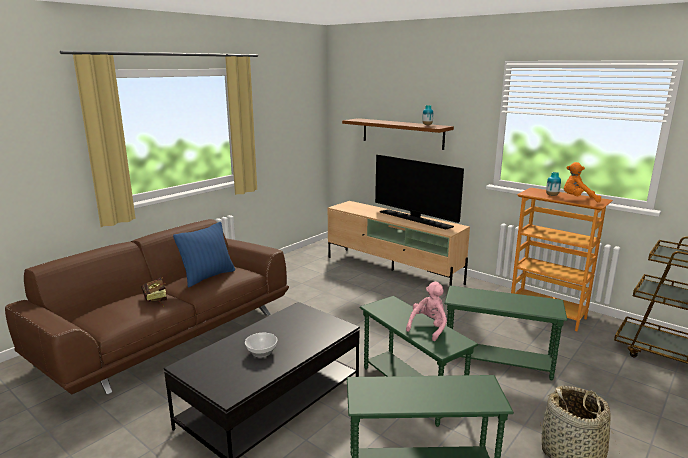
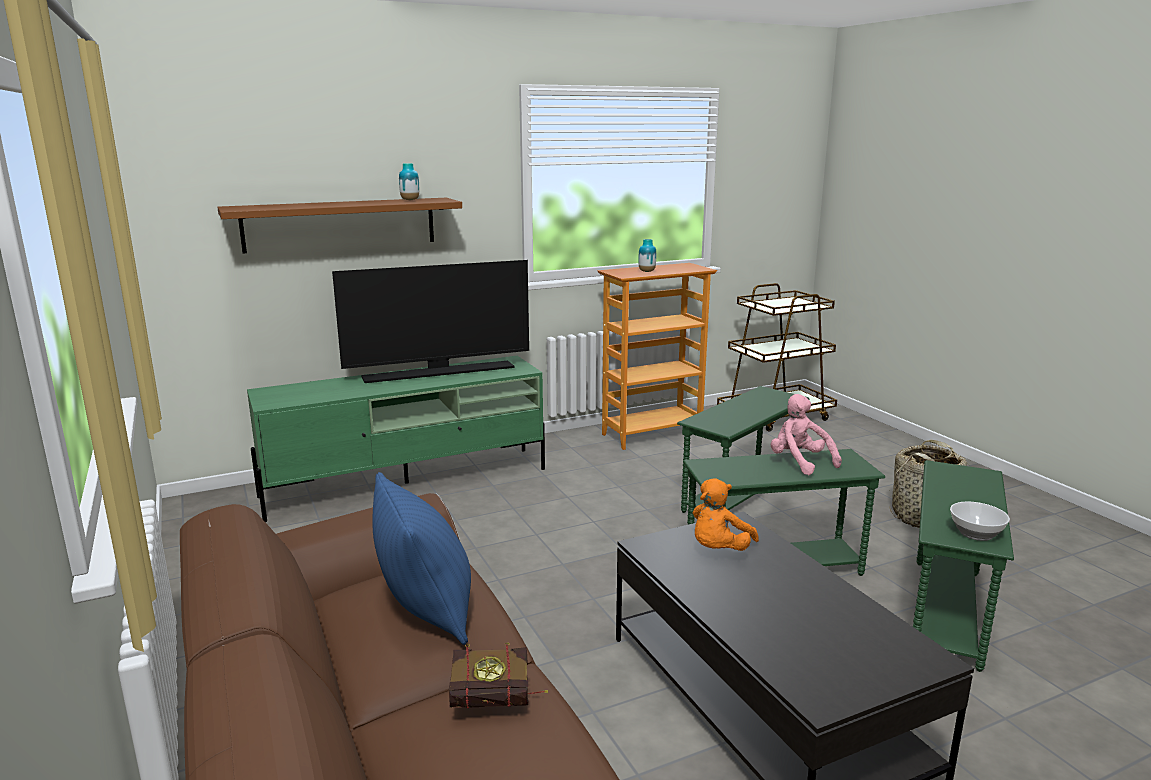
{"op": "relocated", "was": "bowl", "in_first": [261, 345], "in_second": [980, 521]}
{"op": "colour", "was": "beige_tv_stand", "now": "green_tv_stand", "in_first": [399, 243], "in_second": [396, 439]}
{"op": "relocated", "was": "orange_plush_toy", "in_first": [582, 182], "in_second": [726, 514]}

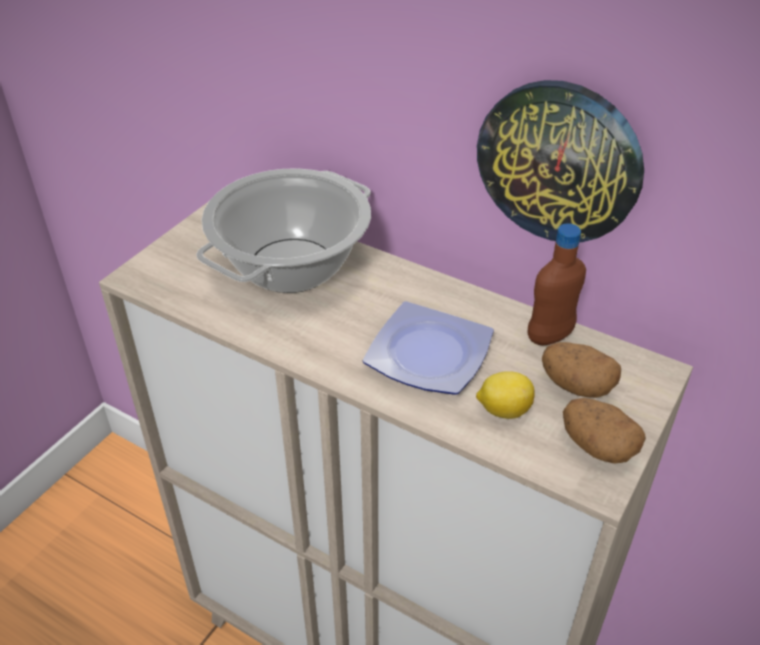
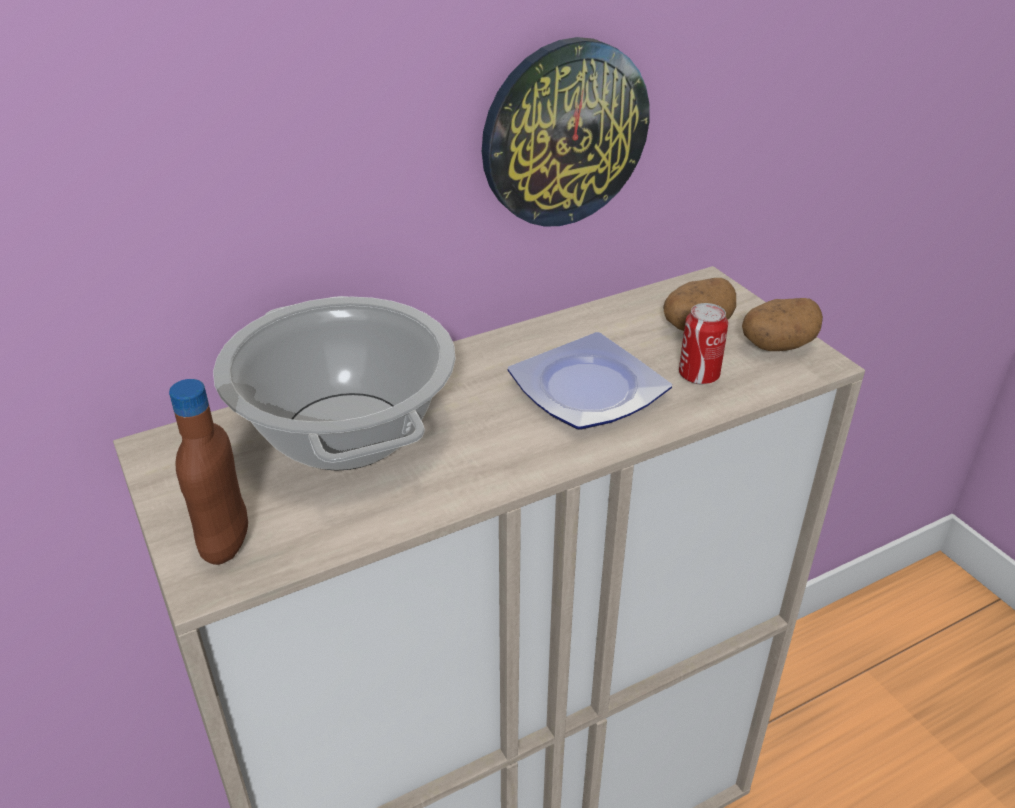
{"op": "exchanged", "was": "lemon", "now": "can", "in_first": [505, 395], "in_second": [703, 343]}
{"op": "relocated", "was": "brown_bottle", "in_first": [556, 284], "in_second": [208, 472]}

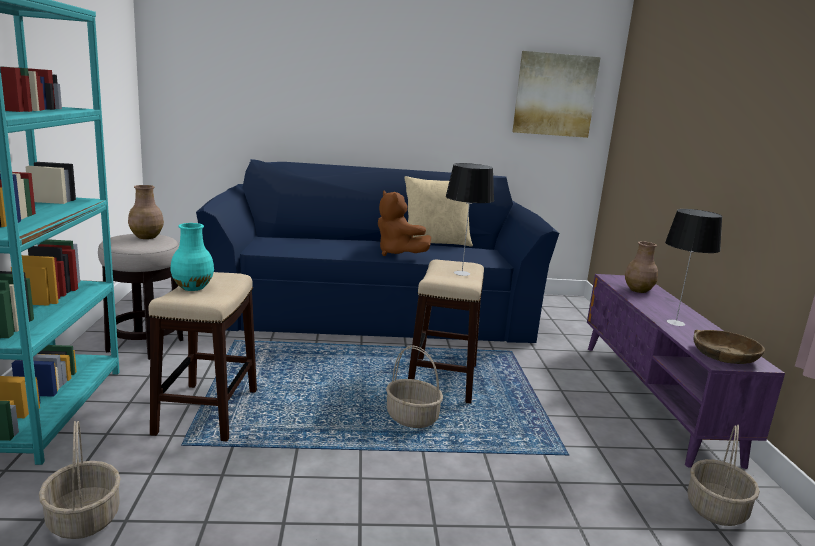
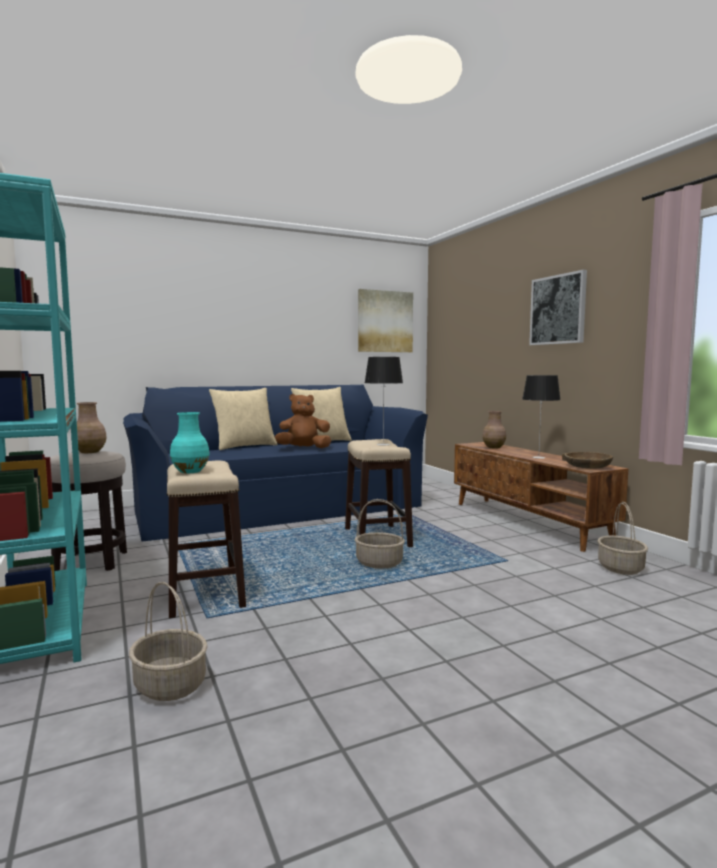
{"op": "spun", "was": "brown_plush_toy", "in_first": [404, 223], "in_second": [303, 421], "clockwise": 135}
{"op": "colour", "was": "purple_tv_stand", "now": "brown_tv_stand", "in_first": [686, 371], "in_second": [541, 497]}
{"op": "appeared", "now": "beige_pillow", "in_second": [243, 419]}
{"op": "appeared", "now": "picture", "in_second": [558, 307]}

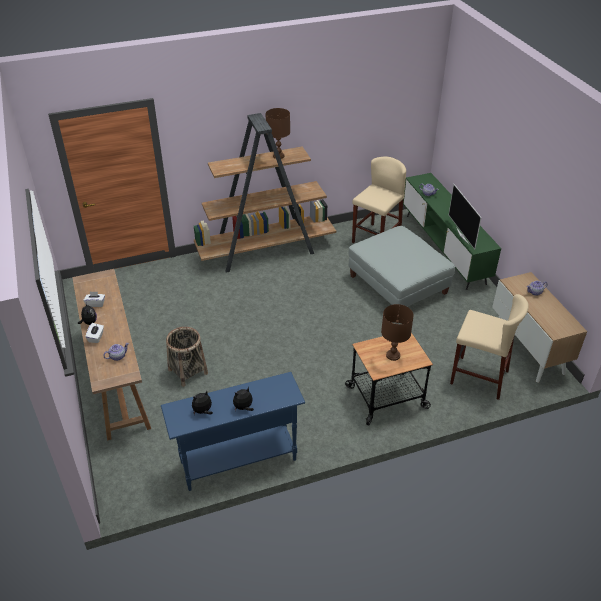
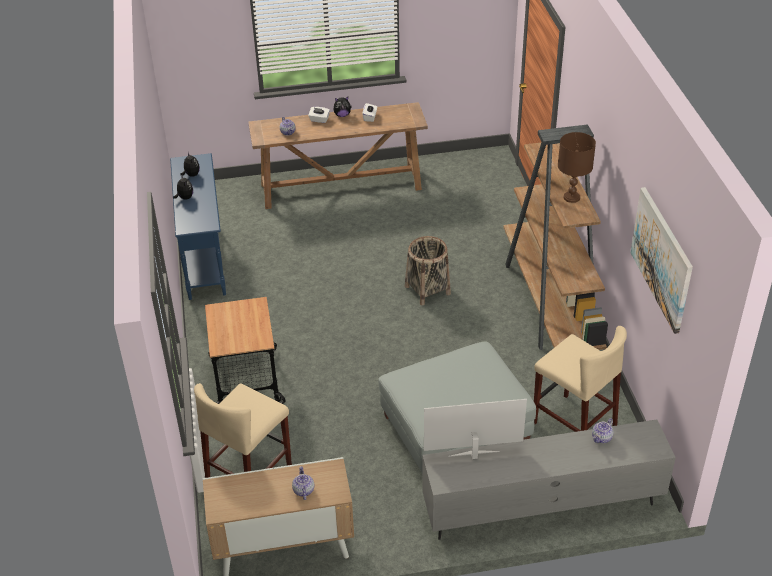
{"op": "relocated", "was": "basket", "in_first": [187, 357], "in_second": [428, 270]}
{"op": "missing", "was": "brown_table_lamp", "in_first": [397, 332]}
{"op": "colour", "was": "green_tv_stand", "now": "grey_tv_stand", "in_first": [452, 231], "in_second": [549, 479]}
{"op": "appeared", "now": "picture", "in_second": [661, 260]}

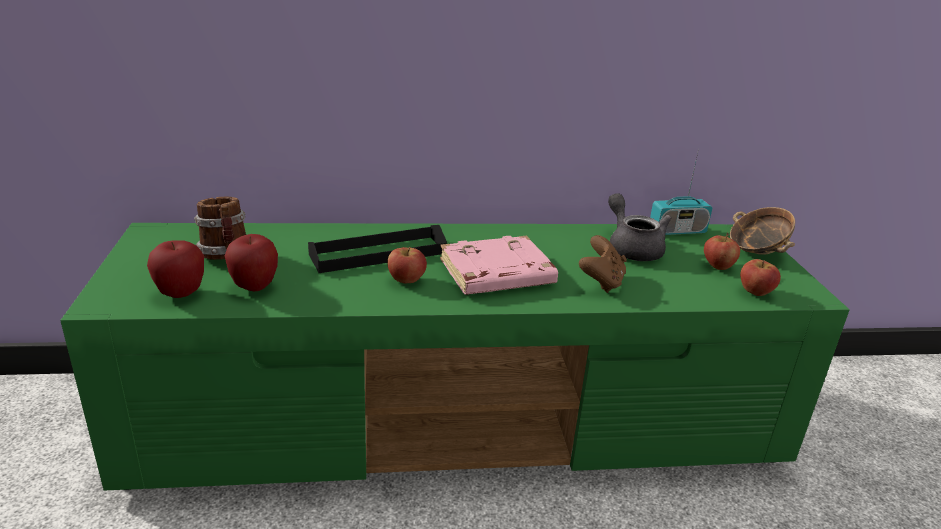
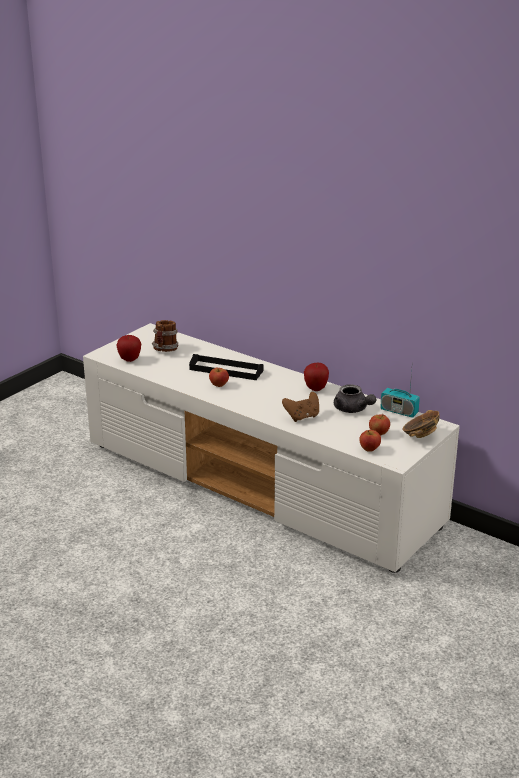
{"op": "colour", "was": "green_tv_stand", "now": "white_tv_stand", "in_first": [455, 357], "in_second": [271, 448]}
{"op": "relocated", "was": "apple", "in_first": [251, 262], "in_second": [316, 377]}
{"op": "missing", "was": "pink_book", "in_first": [499, 265]}
{"op": "spun", "was": "grey_teapot", "in_first": [639, 227], "in_second": [355, 398], "clockwise": 120}

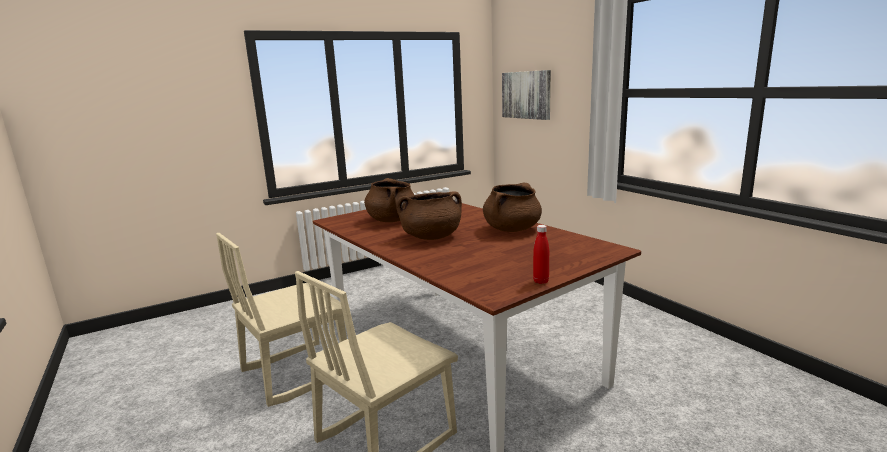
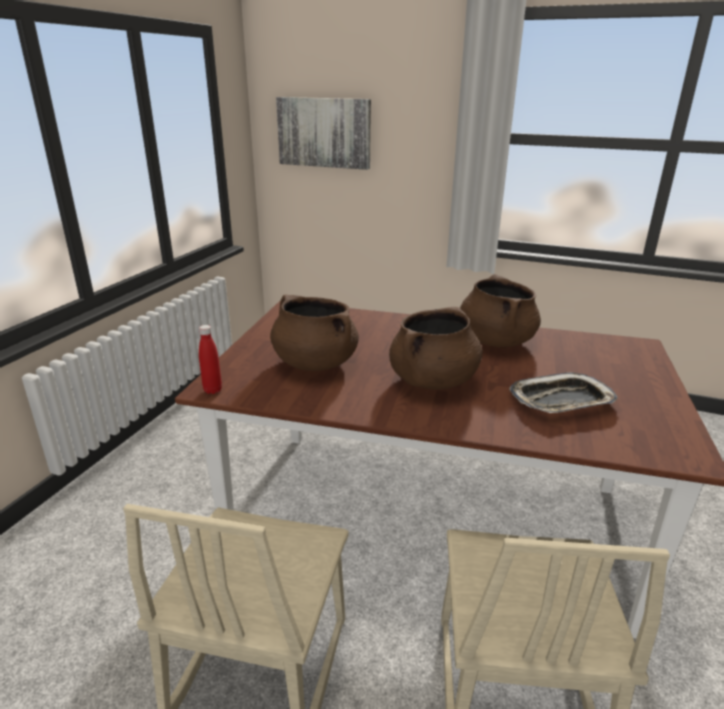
{"op": "relocated", "was": "red_bottle", "in_first": [541, 254], "in_second": [210, 359]}
{"op": "appeared", "now": "tray", "in_second": [563, 392]}

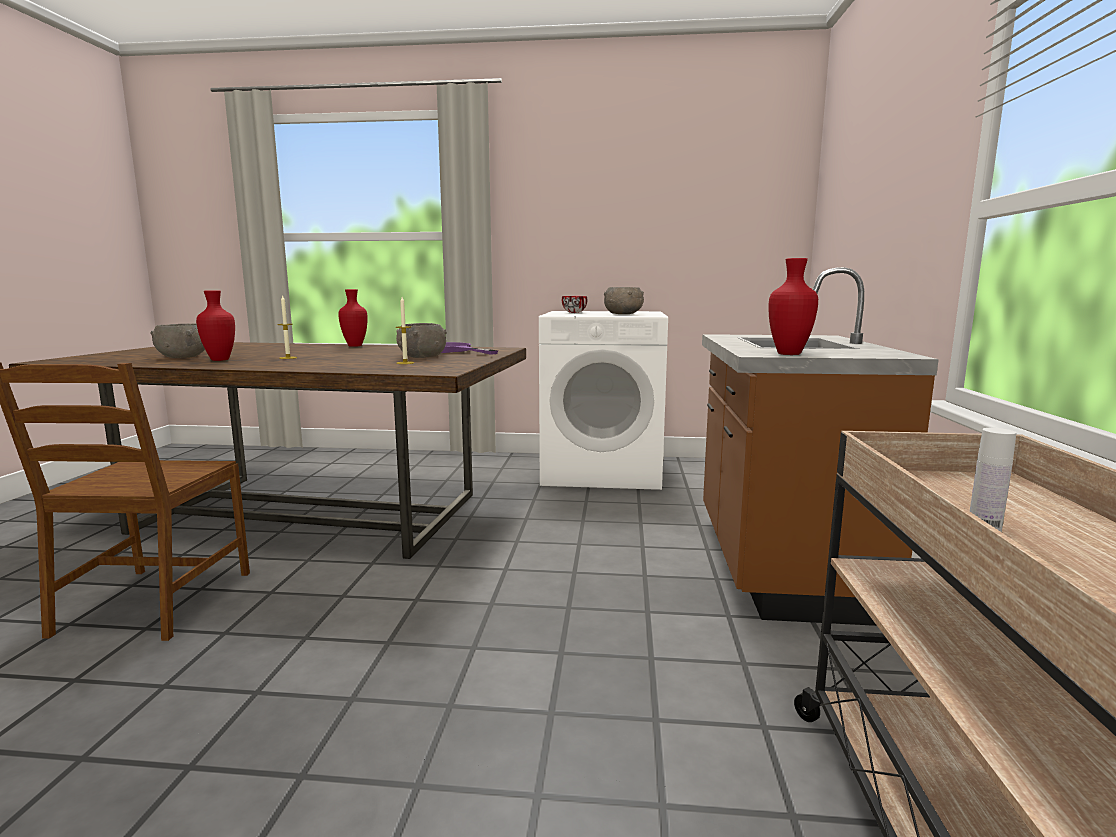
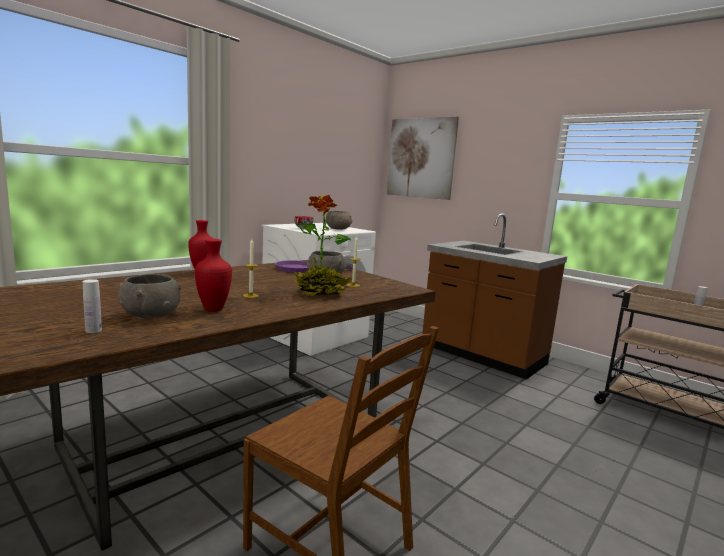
{"op": "missing", "was": "red_vase", "in_first": [793, 306]}
{"op": "appeared", "now": "white_bottle", "in_second": [92, 306]}
{"op": "appeared", "now": "potted_plant", "in_second": [323, 246]}
{"op": "appeared", "now": "picture", "in_second": [423, 158]}

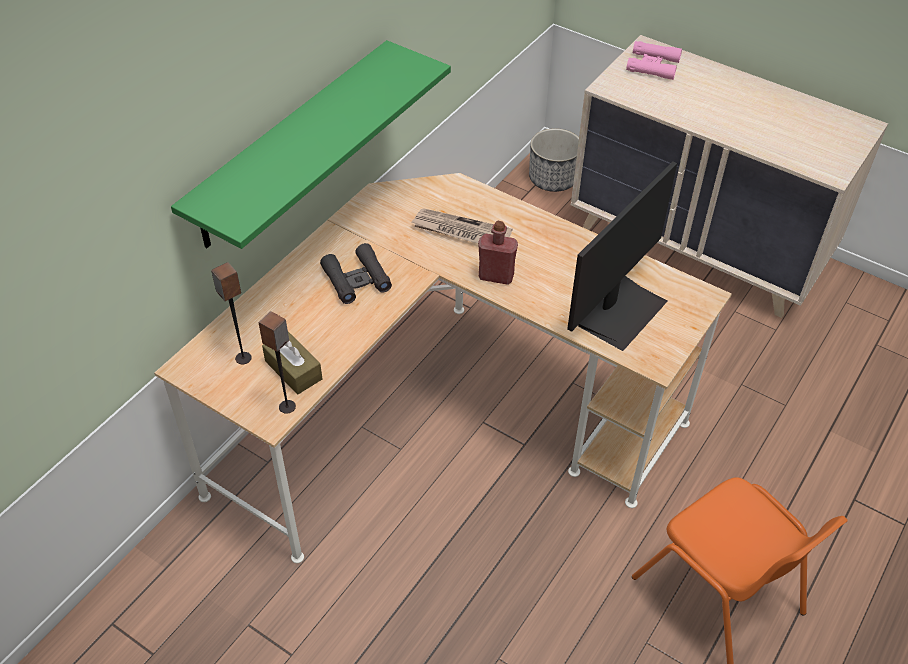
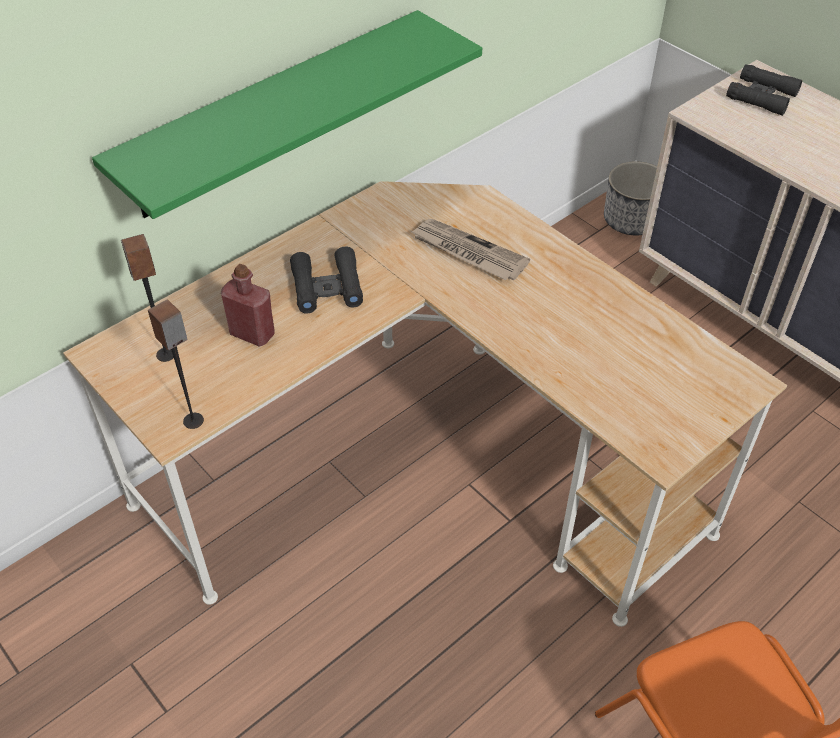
{"op": "missing", "was": "brown_tissue_box", "in_first": [292, 363]}
{"op": "relocated", "was": "red_bottle", "in_first": [498, 253], "in_second": [248, 305]}
{"op": "missing", "was": "monitor", "in_first": [622, 256]}
{"op": "colour", "was": "pink_binoculars", "now": "black_binoculars", "in_first": [654, 60], "in_second": [764, 90]}

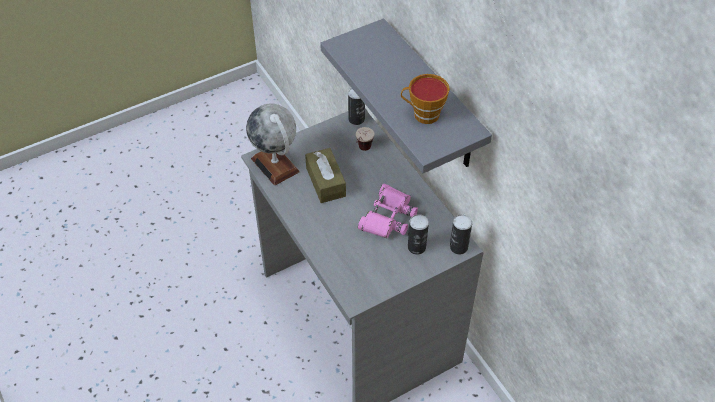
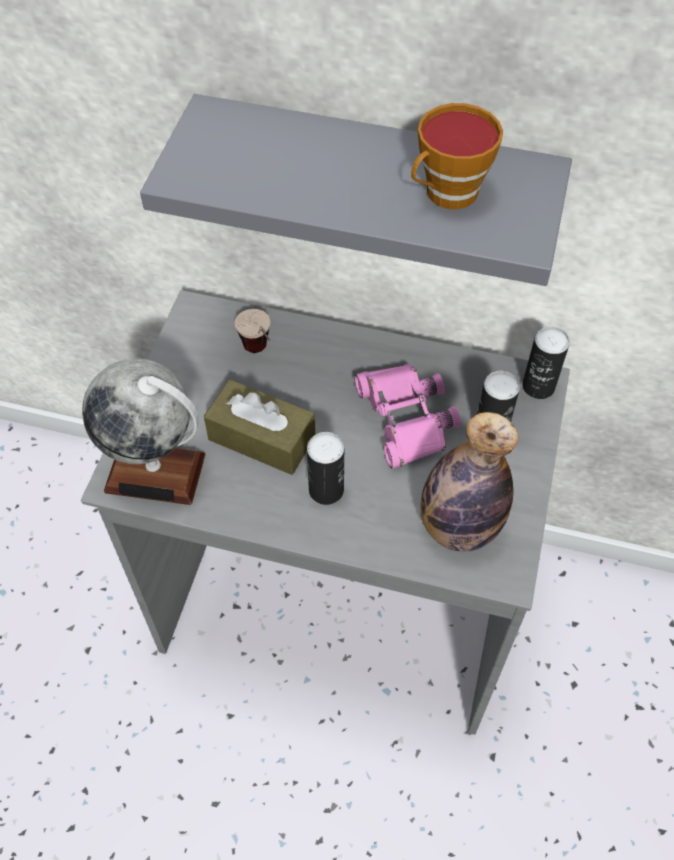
{"op": "relocated", "was": "can", "in_first": [356, 106], "in_second": [325, 468]}
{"op": "appeared", "now": "bottle", "in_second": [469, 482]}

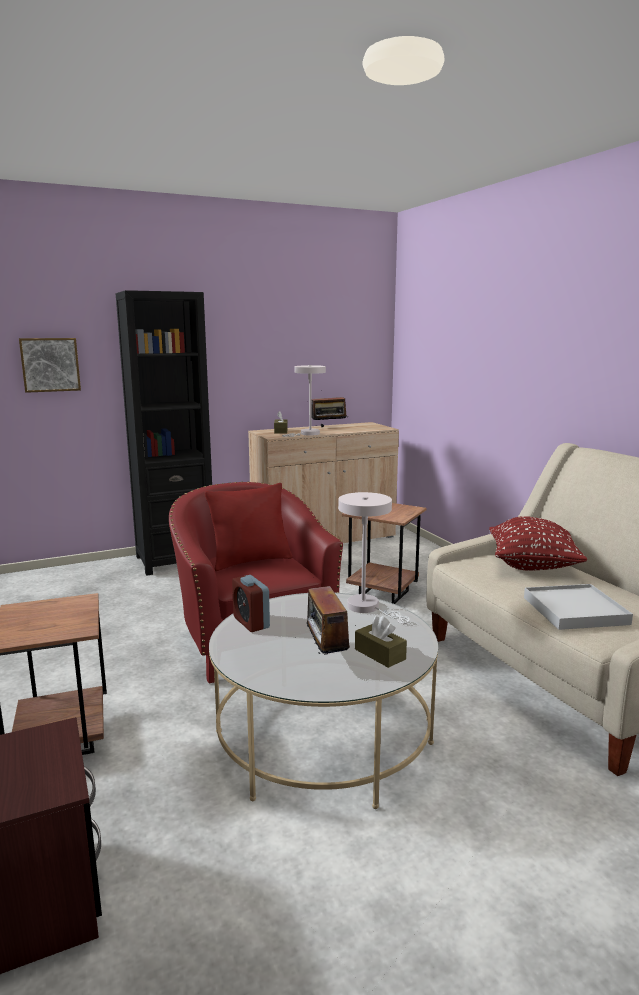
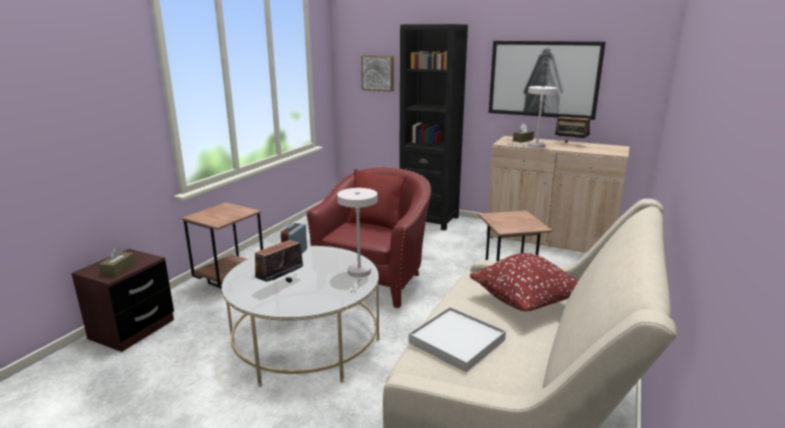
{"op": "relocated", "was": "brown_tissue_box", "in_first": [381, 642], "in_second": [117, 262]}
{"op": "appeared", "now": "picture", "in_second": [547, 80]}

